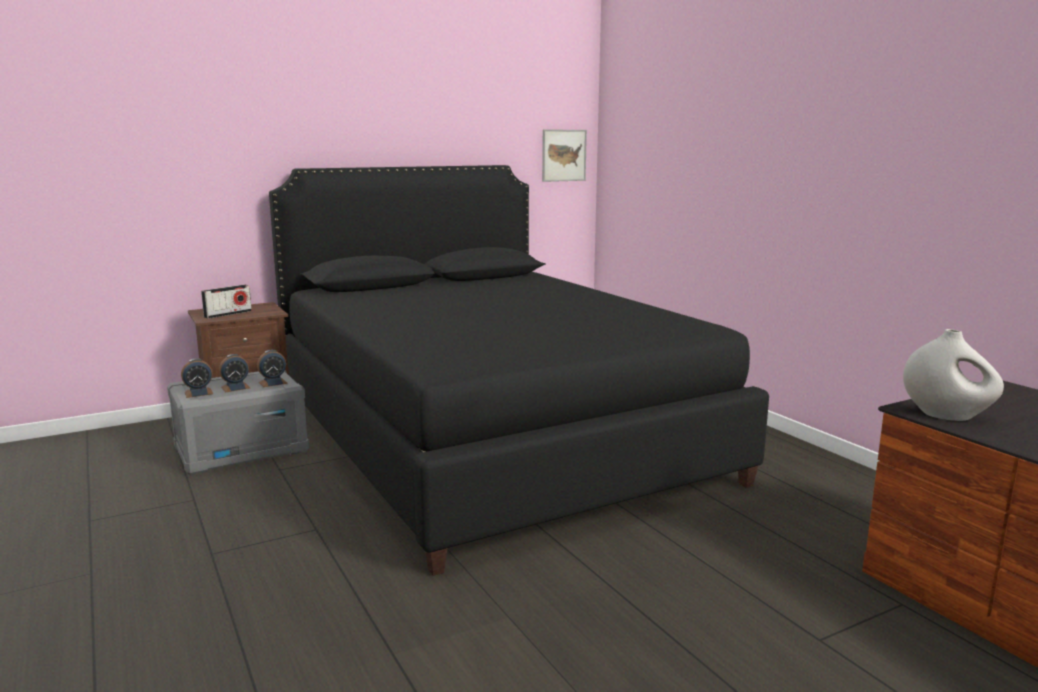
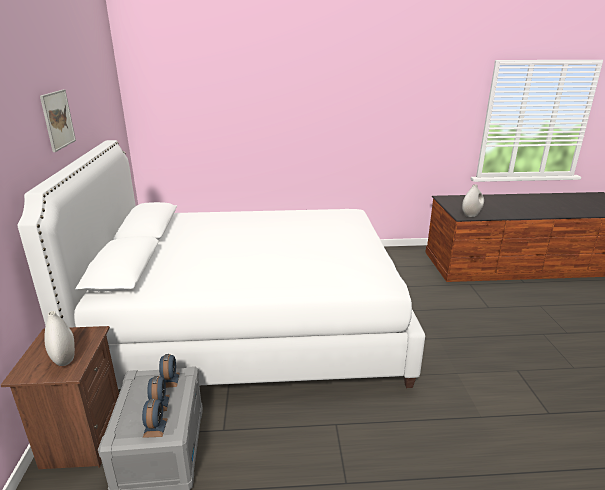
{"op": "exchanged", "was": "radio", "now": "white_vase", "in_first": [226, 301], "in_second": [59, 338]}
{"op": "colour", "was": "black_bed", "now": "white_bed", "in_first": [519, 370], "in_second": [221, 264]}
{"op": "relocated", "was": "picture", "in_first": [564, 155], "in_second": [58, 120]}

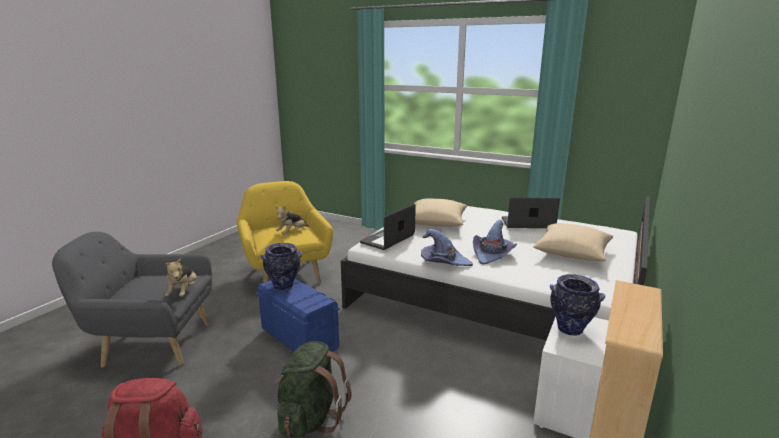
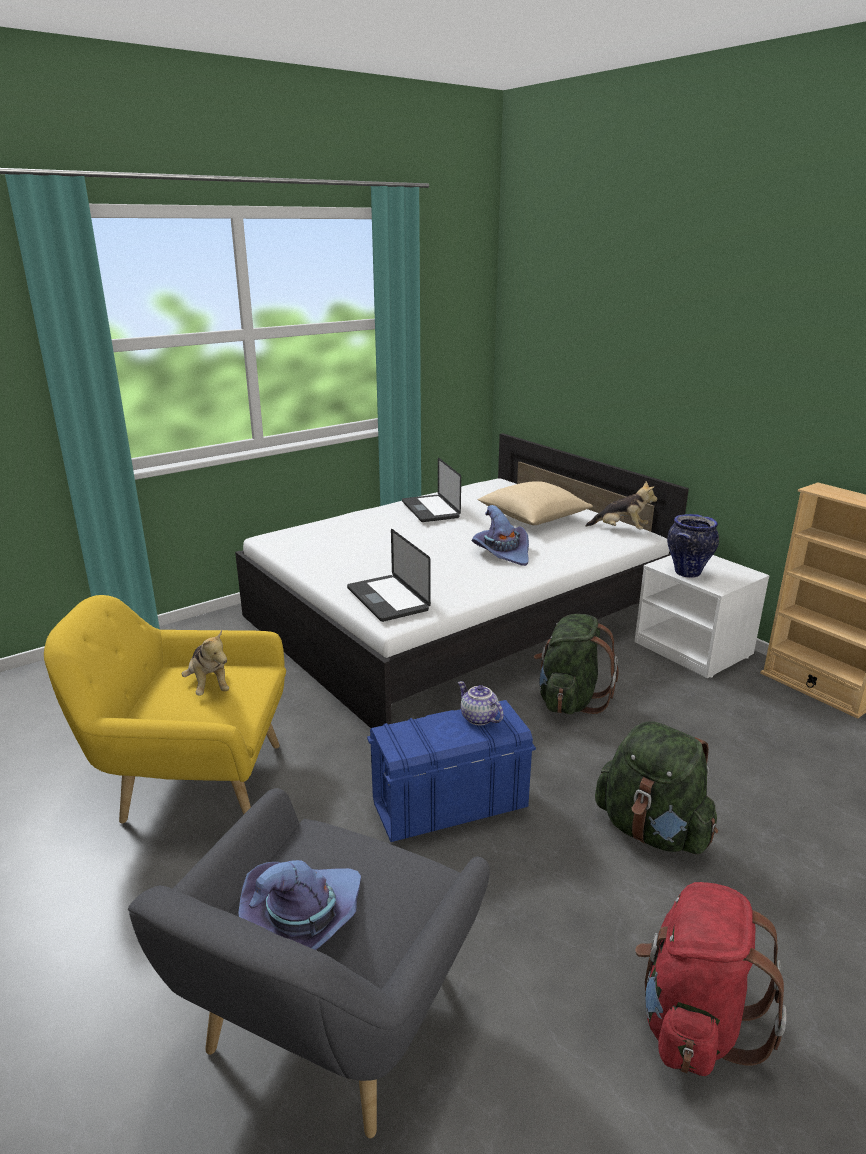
{"op": "relocated", "was": "plush_toy", "in_first": [181, 277], "in_second": [621, 505]}
{"op": "missing", "was": "vase", "in_first": [281, 266]}
{"op": "missing", "was": "beige_pillow", "in_first": [440, 213]}
{"op": "relocated", "was": "purple_hat", "in_first": [447, 247], "in_second": [299, 905]}
{"op": "spun", "was": "laptop", "in_first": [531, 213], "in_second": [431, 490], "clockwise": -45}
{"op": "appeared", "now": "teapot", "in_second": [481, 703]}
{"op": "appeared", "now": "green_backpack", "in_second": [576, 664]}

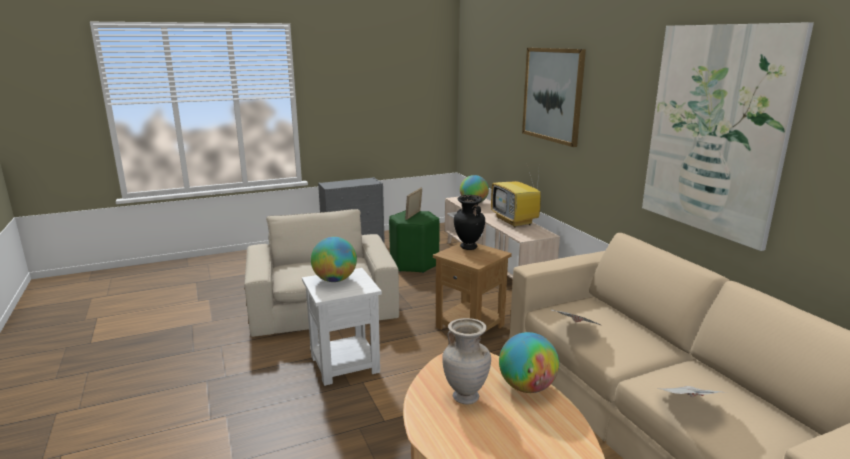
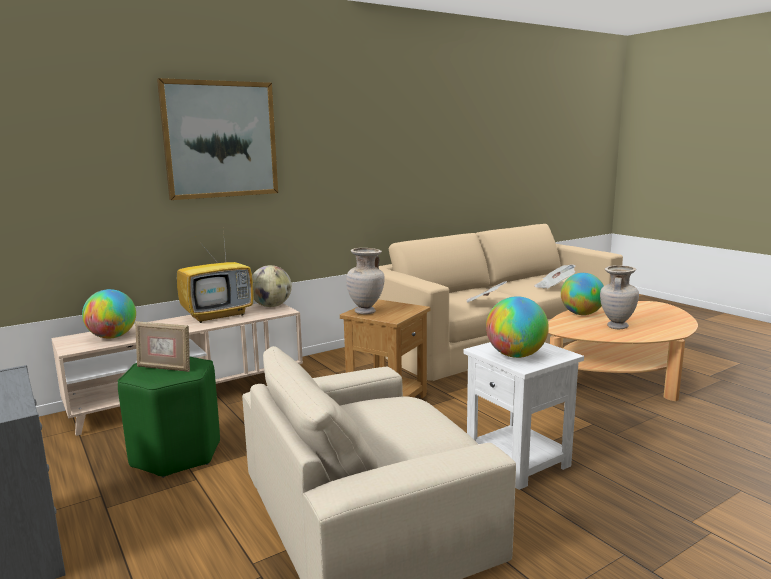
{"op": "colour", "was": "black_vase", "now": "beige_vase", "in_first": [469, 222], "in_second": [365, 281]}
{"op": "missing", "was": "picture", "in_first": [728, 136]}
{"op": "appeared", "now": "globe", "in_second": [272, 286]}

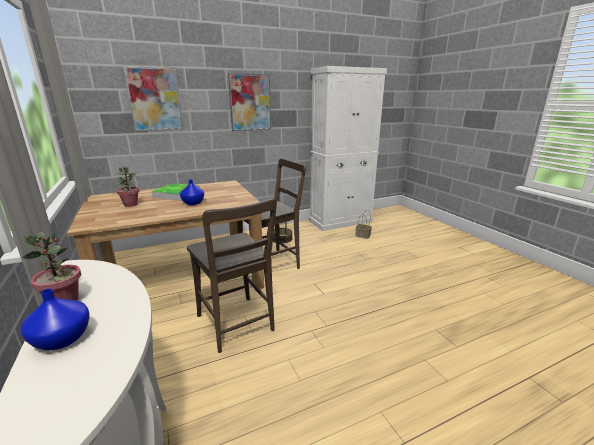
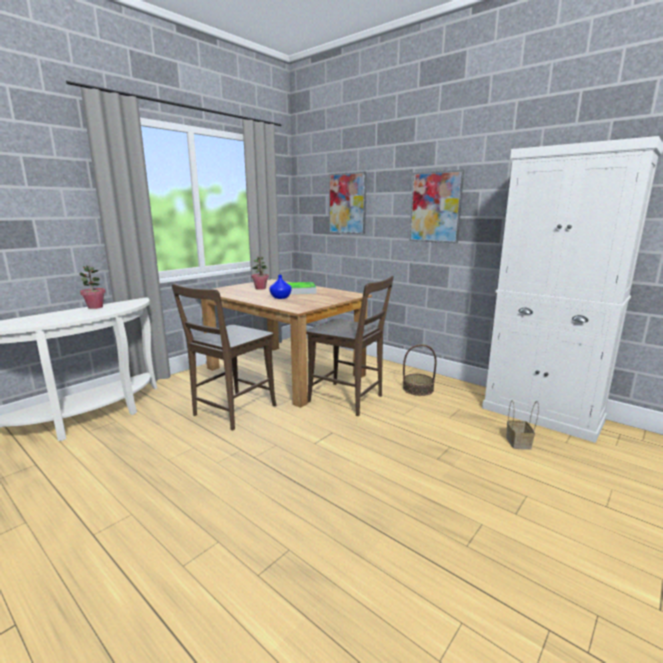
{"op": "missing", "was": "blue_vase", "in_first": [55, 319]}

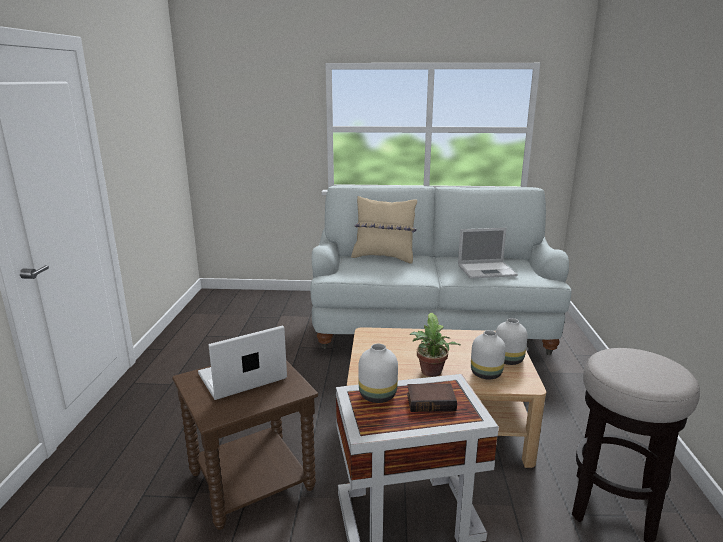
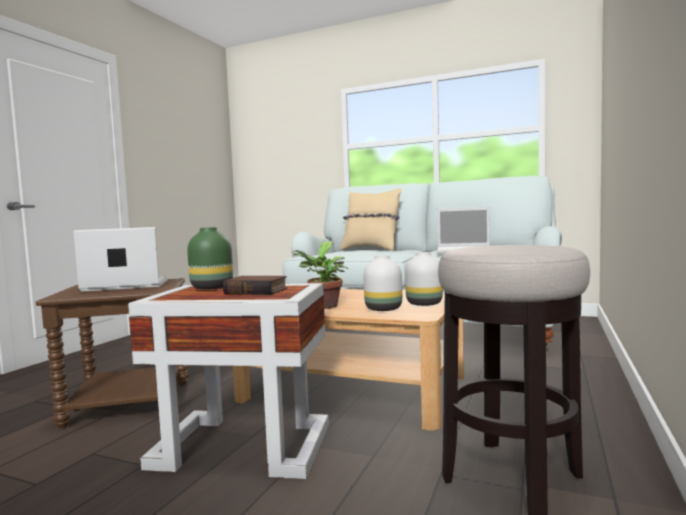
{"op": "colour", "was": "white_vase", "now": "green_vase", "in_first": [378, 373], "in_second": [210, 258]}

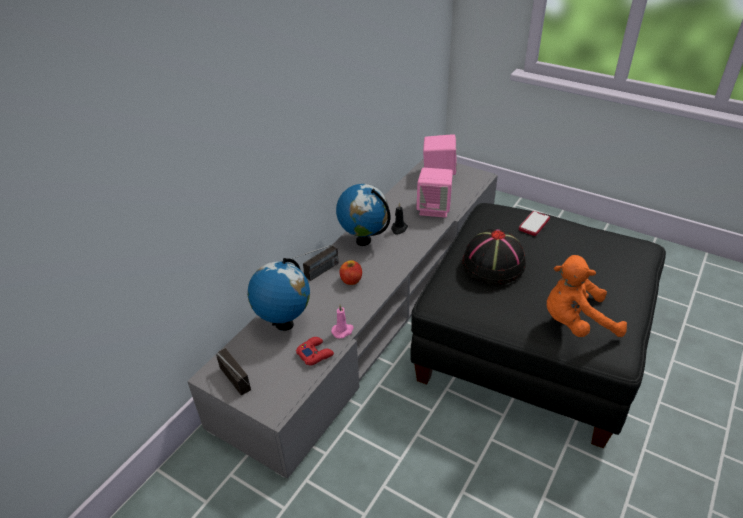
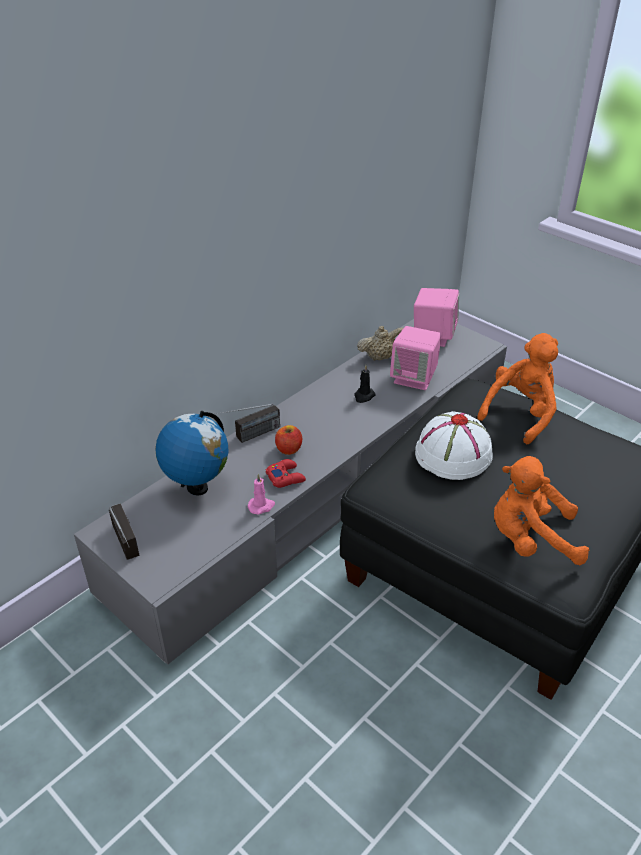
{"op": "relocated", "was": "red_game_controller", "in_first": [315, 351], "in_second": [286, 473]}
{"op": "missing", "was": "globe", "in_first": [363, 215]}
{"op": "colour", "was": "black_hat", "now": "white_hat", "in_first": [494, 257], "in_second": [454, 445]}
{"op": "exchanged", "was": "phone", "now": "orange_plush_toy", "in_first": [534, 223], "in_second": [517, 388]}
{"op": "appeared", "now": "beige_teapot", "in_second": [380, 343]}

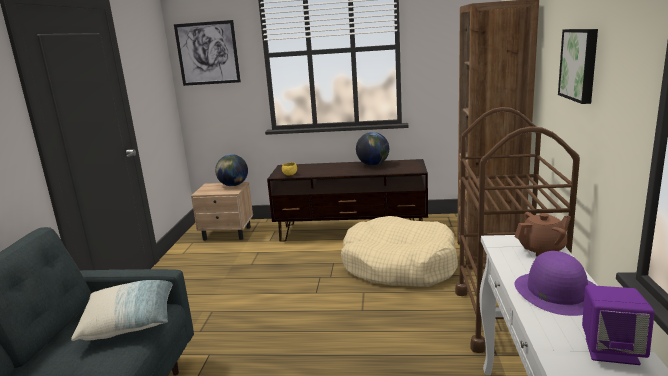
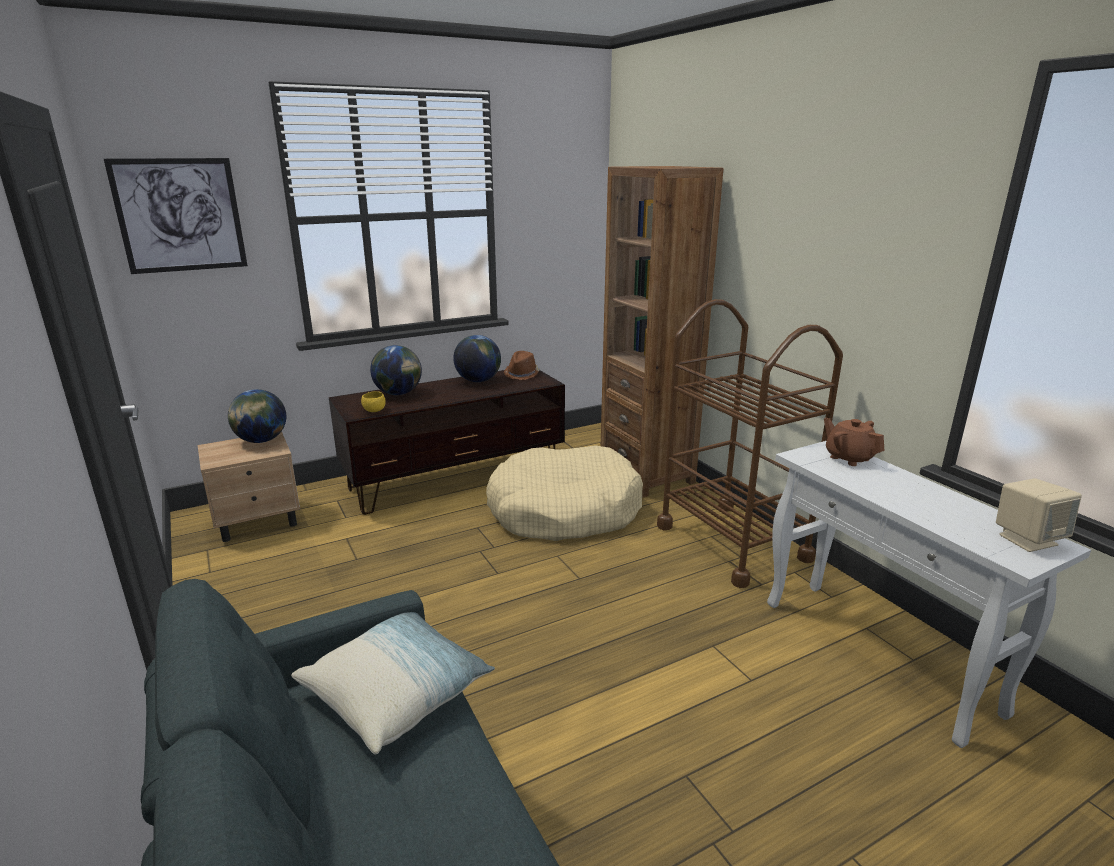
{"op": "spun", "was": "brown_teapot", "in_first": [543, 234], "in_second": [854, 442], "clockwise": -75}
{"op": "missing", "was": "purple_hat", "in_first": [555, 283]}
{"op": "missing", "was": "picture", "in_first": [578, 66]}
{"op": "colour", "was": "purple_speaker", "now": "beige_speaker", "in_first": [618, 325], "in_second": [1039, 515]}
{"op": "appeared", "now": "globe", "in_second": [396, 370]}
{"op": "appeared", "now": "brown_hat", "in_second": [522, 365]}

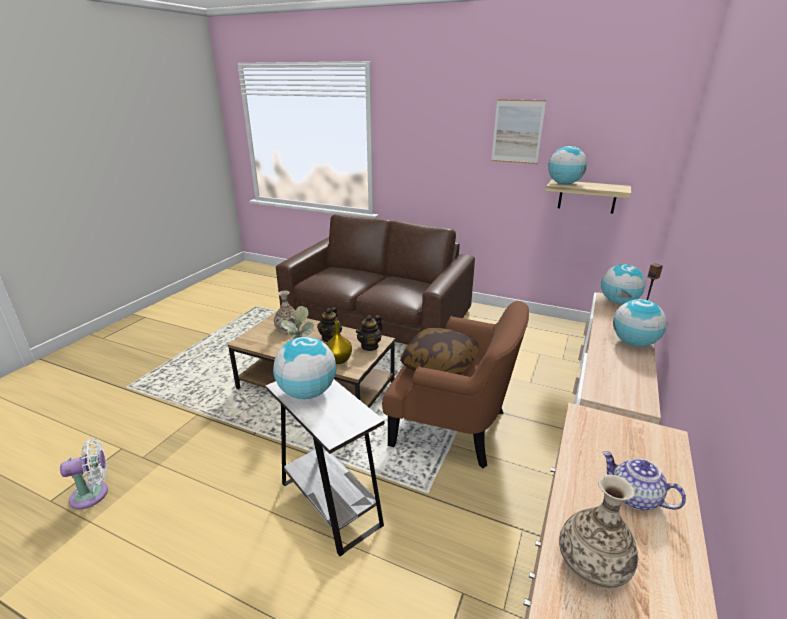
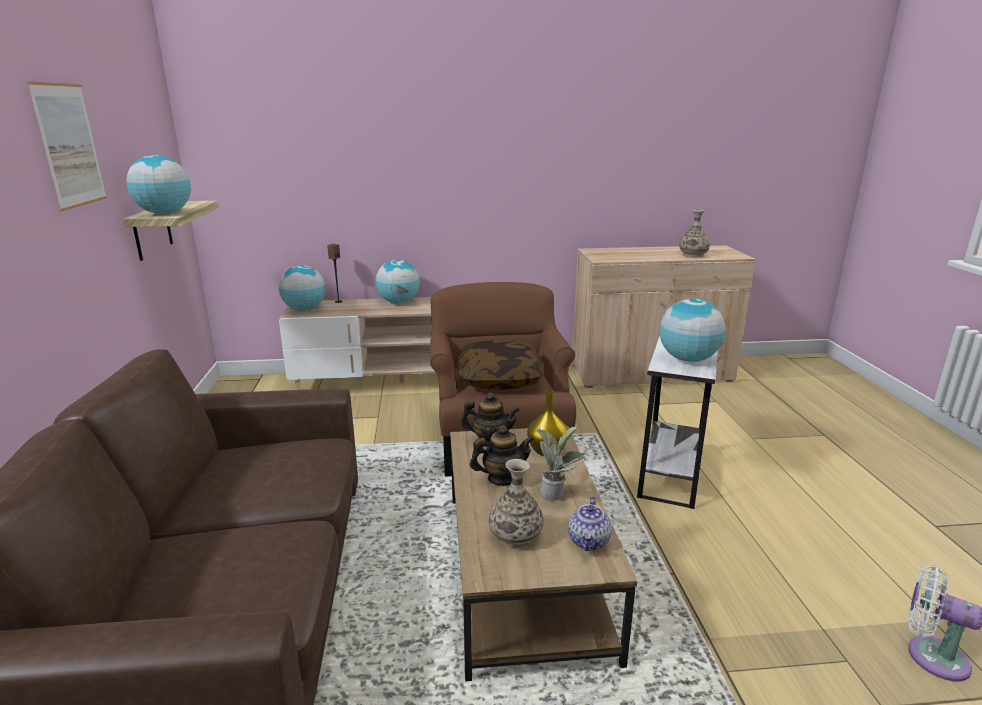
{"op": "relocated", "was": "teapot", "in_first": [644, 480], "in_second": [590, 524]}

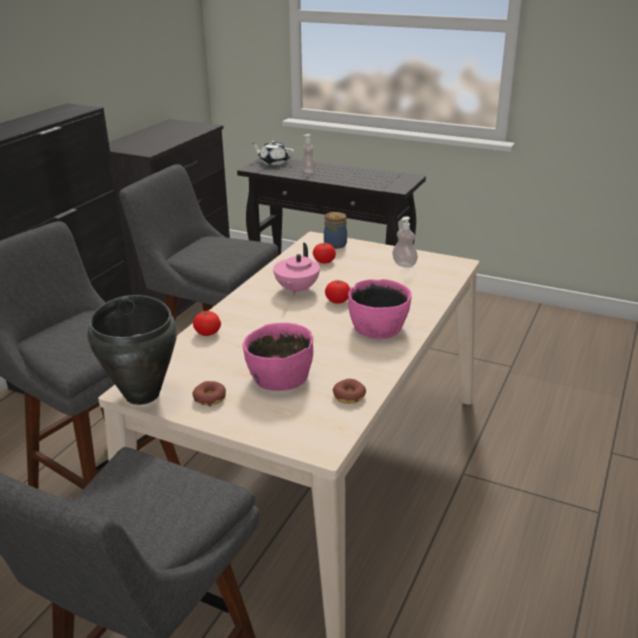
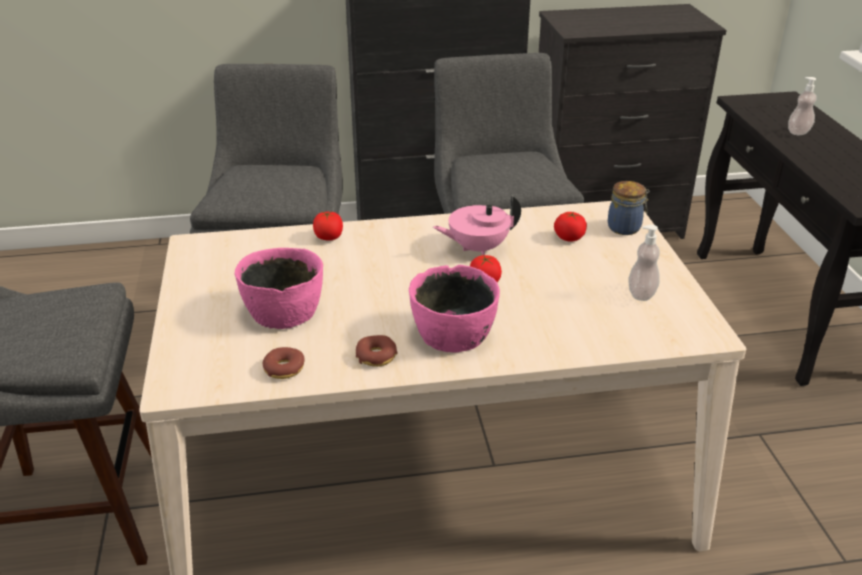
{"op": "missing", "was": "black_cooking_pot", "in_first": [132, 350]}
{"op": "relocated", "was": "donut", "in_first": [209, 394], "in_second": [377, 351]}
{"op": "missing", "was": "white_teapot", "in_first": [272, 152]}

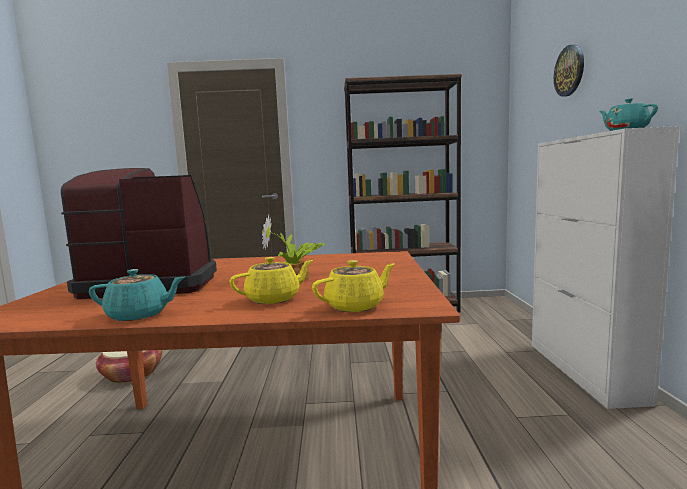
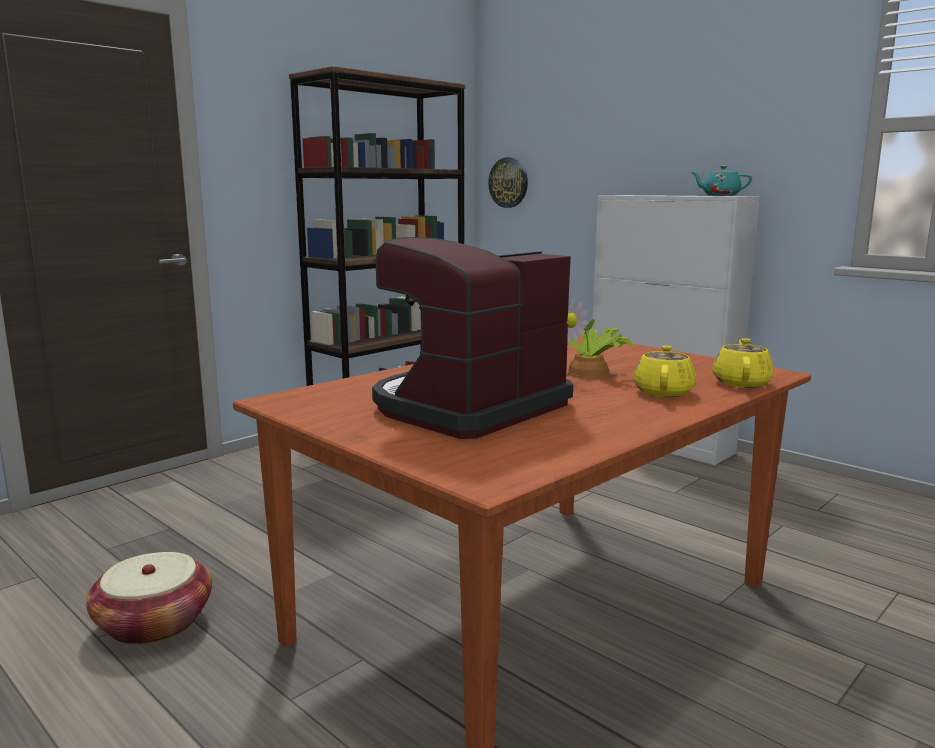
{"op": "missing", "was": "turquoise_teapot", "in_first": [137, 295]}
{"op": "relocated", "was": "wall_clock", "in_first": [569, 71], "in_second": [508, 182]}

